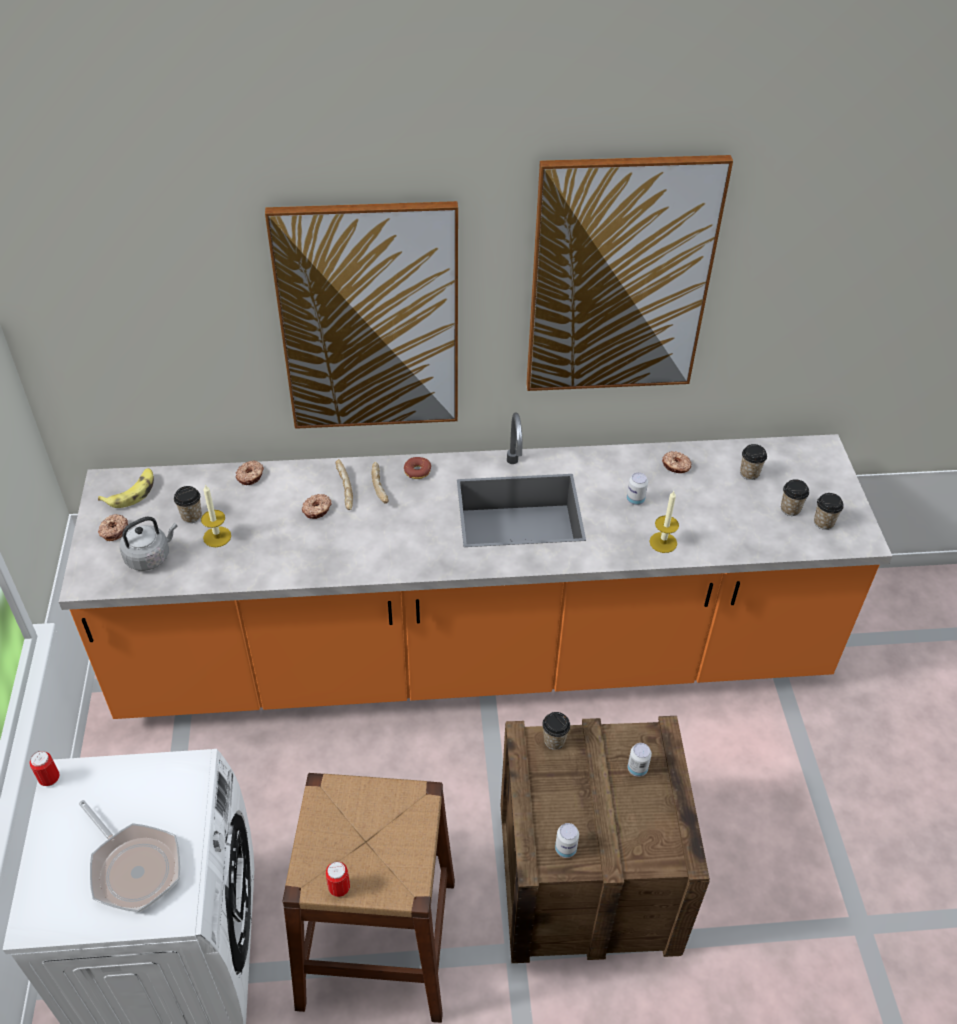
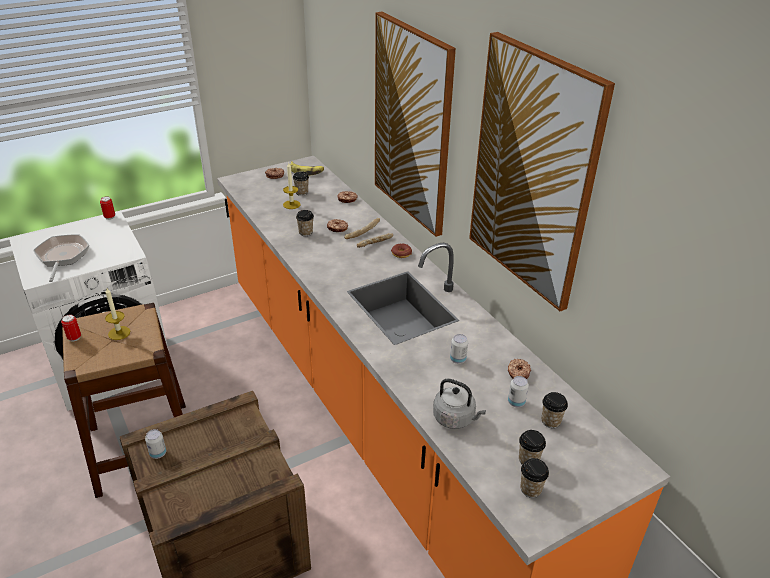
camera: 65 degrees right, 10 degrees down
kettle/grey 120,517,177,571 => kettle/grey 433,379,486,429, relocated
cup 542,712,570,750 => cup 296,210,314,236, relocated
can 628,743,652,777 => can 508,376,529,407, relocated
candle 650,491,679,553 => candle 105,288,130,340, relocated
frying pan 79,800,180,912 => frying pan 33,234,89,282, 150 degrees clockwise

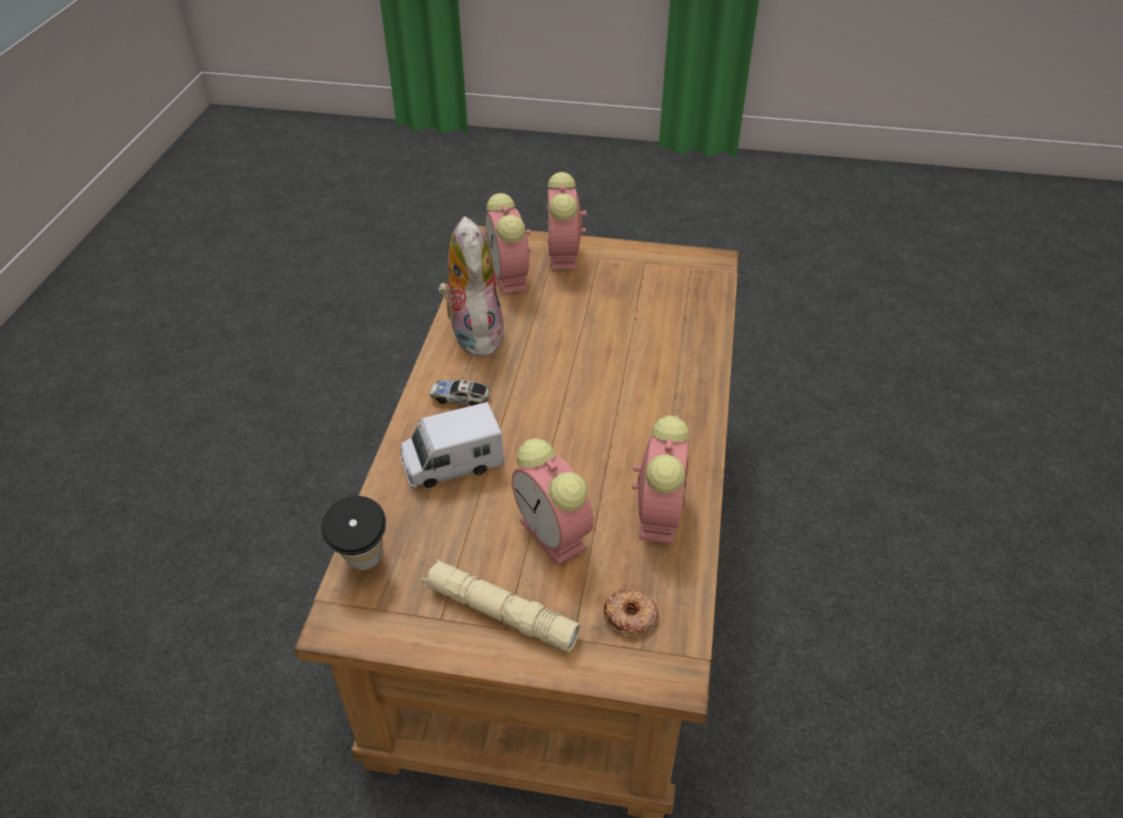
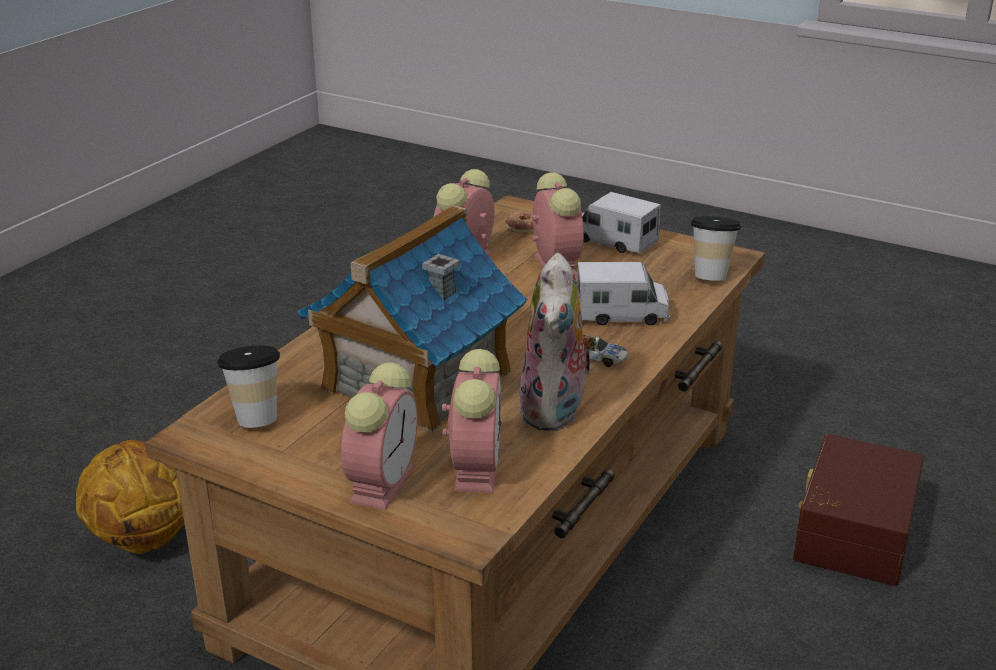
camera: 160 degrees left, 15 degrees down
nothing => basketball 76,440,184,554
nothing => cup 217,345,280,428
nothing => toy house 297,205,527,433
nothing => storage box/brown 793,434,924,586
flashlight/beige 422,559,581,652 => toy truck 582,192,661,255

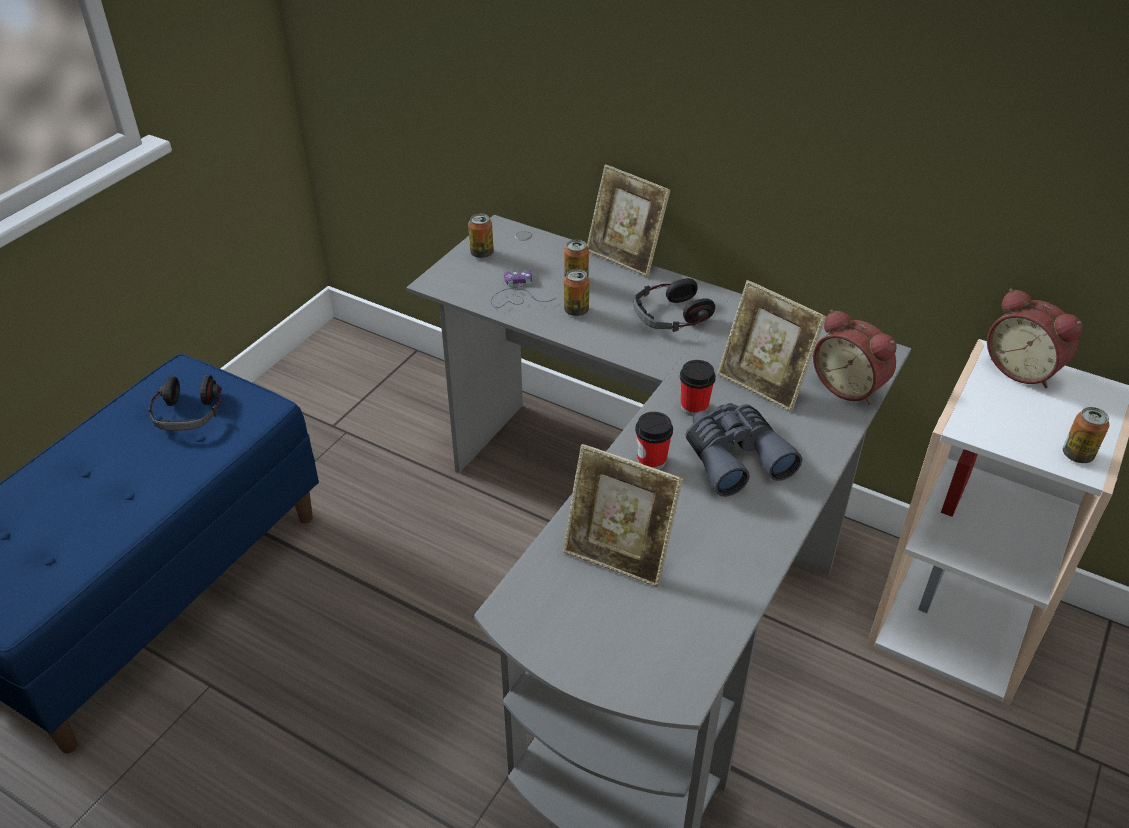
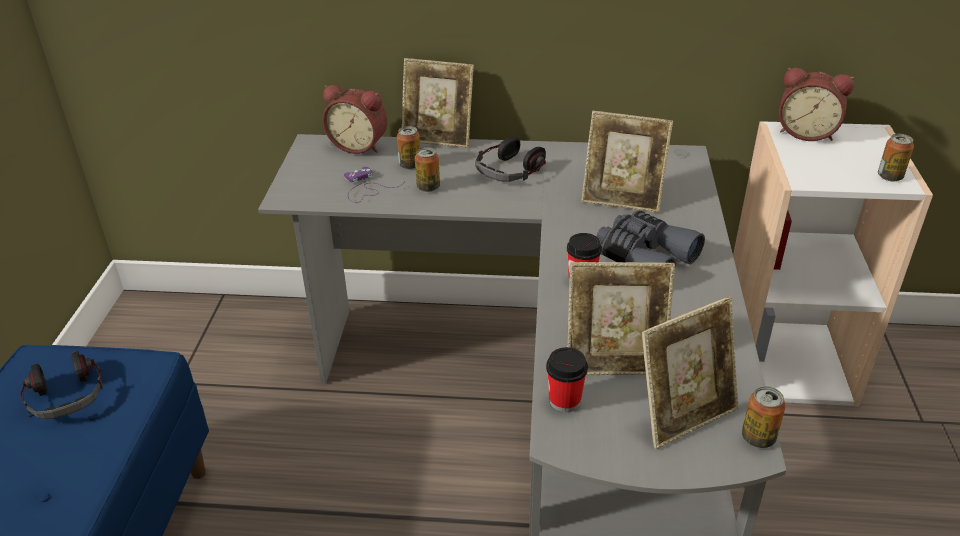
camera: 25 degrees left, 5 degrees down
nothing => picture frame 642,296,739,449
can 468,213,494,258 => can 742,386,786,448, relocated
cup 680,360,716,416 => cup 546,347,588,413, relocated
alarm clock 813,310,897,405 => alarm clock 322,85,387,154, relocated

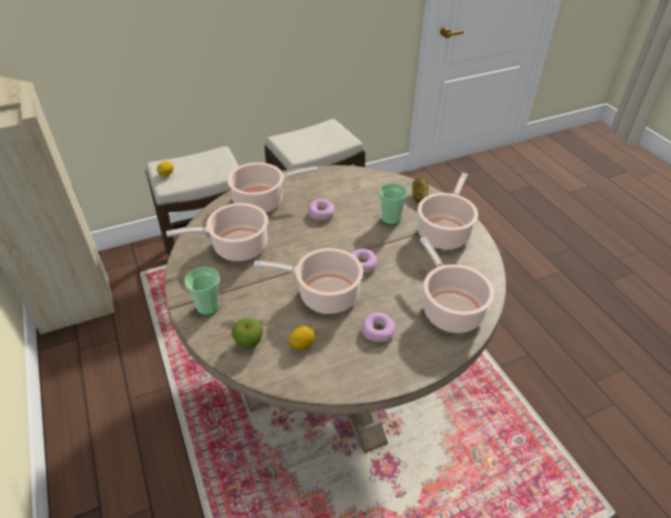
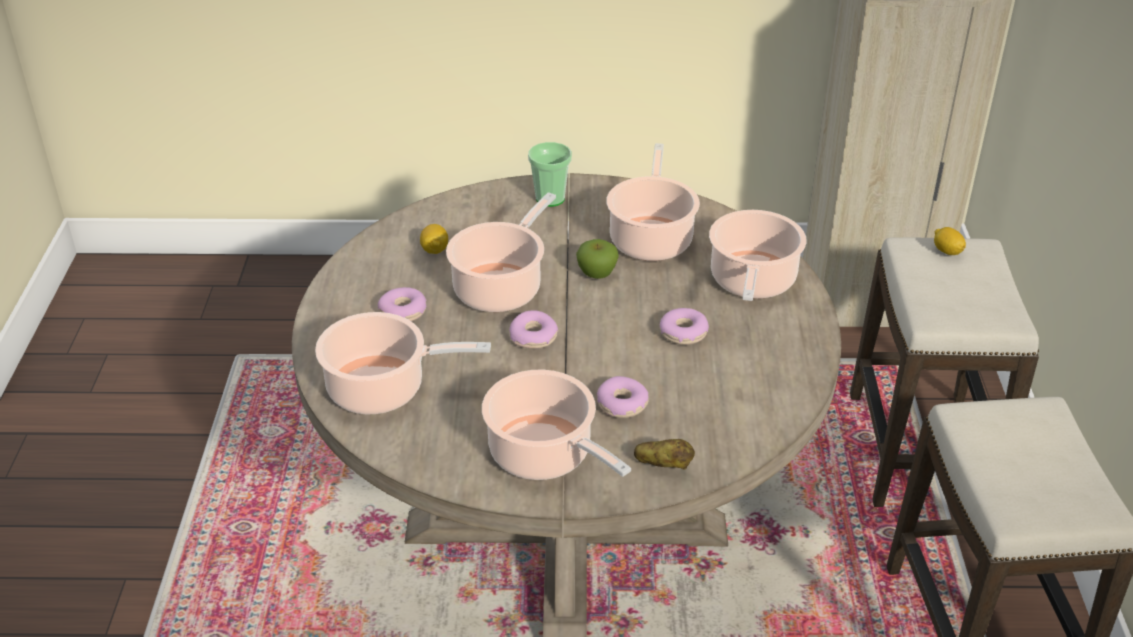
camera: 115 degrees right, 5 degrees down
apple 232,318,263,349 => apple 576,239,619,279, relocated
cup 379,183,408,225 => donut 597,376,649,418

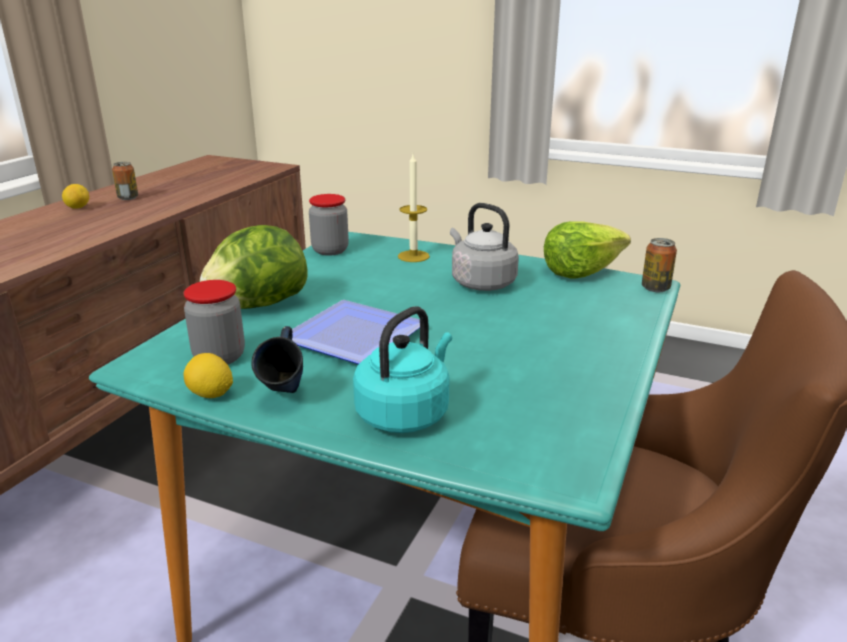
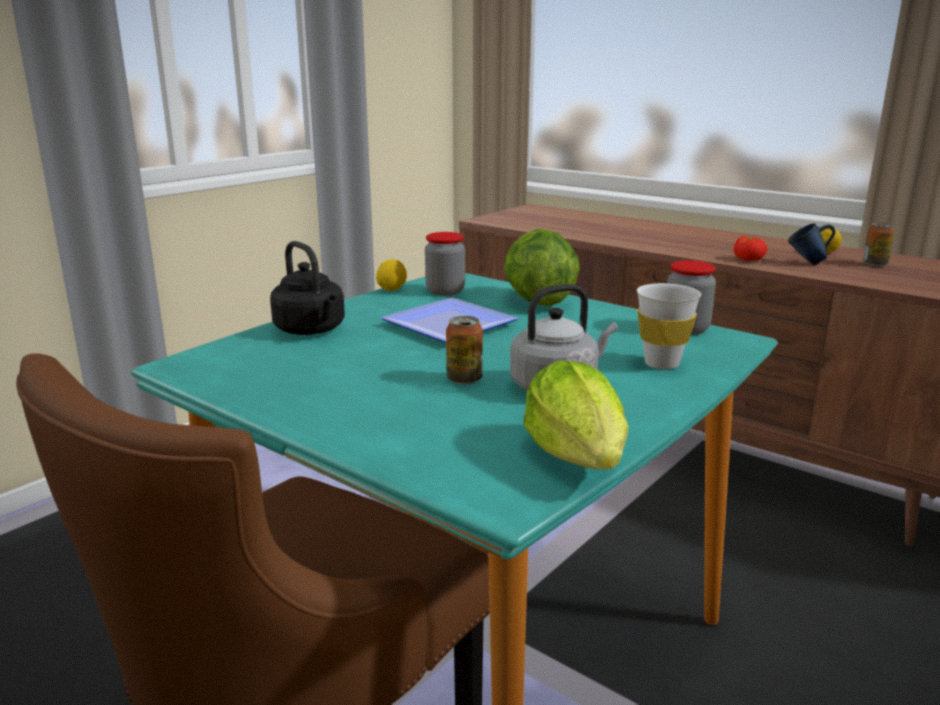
camera: 105 degrees right, 5 degrees down
nothing => tomato 734,236,767,261
mug/blue 251,326,303,393 => mug/blue 788,223,835,265, relocated
can 642,238,677,292 => can 446,316,483,385, relocated
candle 398,154,430,262 => cup/white 637,283,701,370
kettle/turquoise 353,306,452,433 => kettle/black 270,241,345,335

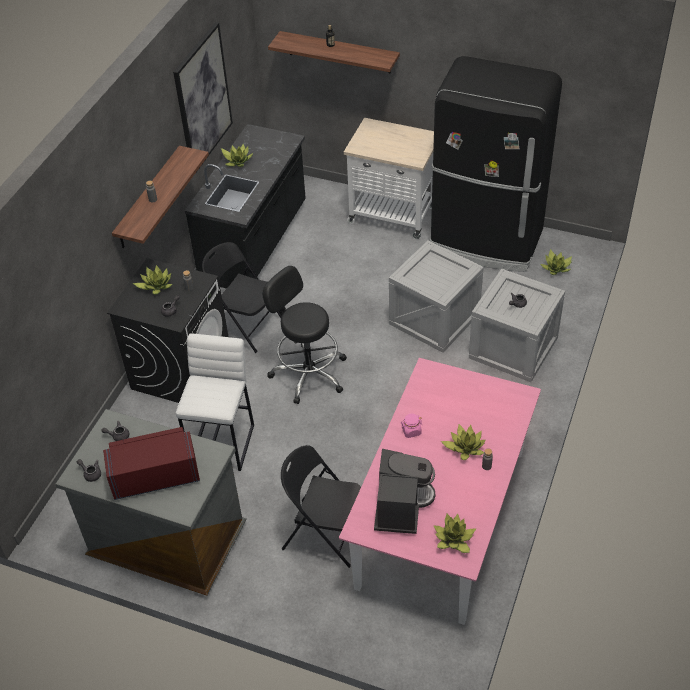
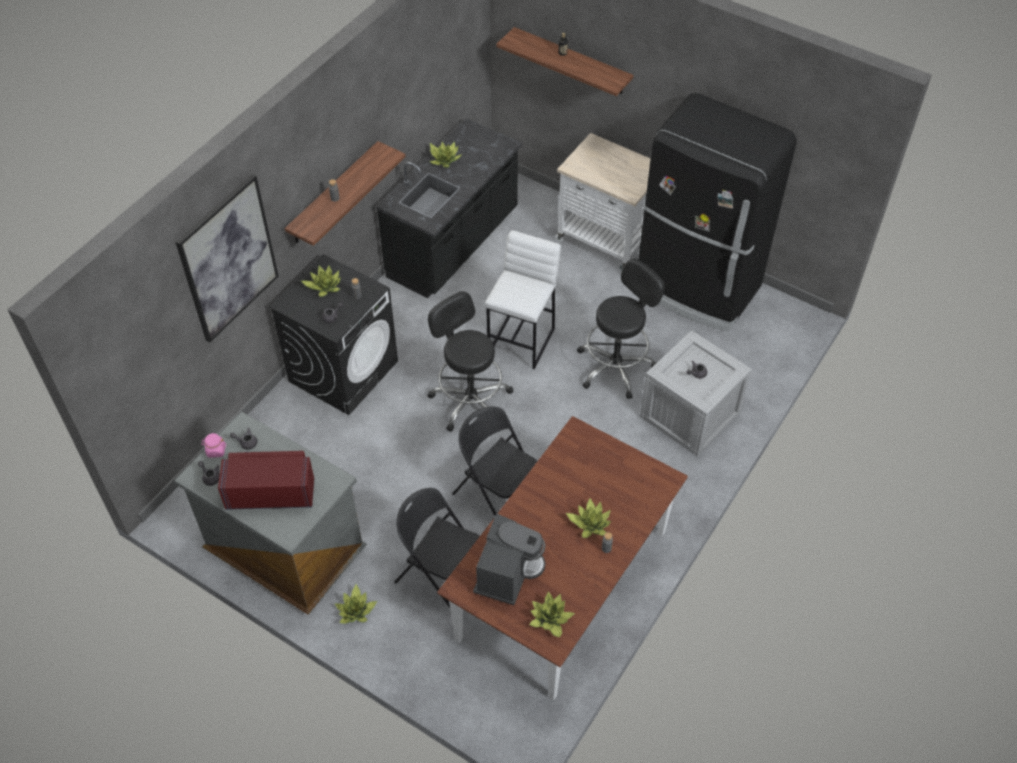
camera: 10 degrees right, 5 degrees up
picture 173,22,233,174 => picture 175,174,279,343, relocated
stool/white 176,333,254,471 => stool/white 485,230,561,369, relocated
chair/black 202,242,282,353 => chair/black 452,407,537,516, relocated
jar/pink 400,414,423,438 => jar/pink 201,433,226,457, relocated
potted plant 541,249,572,275 => potted plant 334,584,377,624, relocated
crate 389,240,484,353 => stool/black 577,259,665,399
dining table/pink 339,358,541,625 => dining table/brown 437,416,688,700

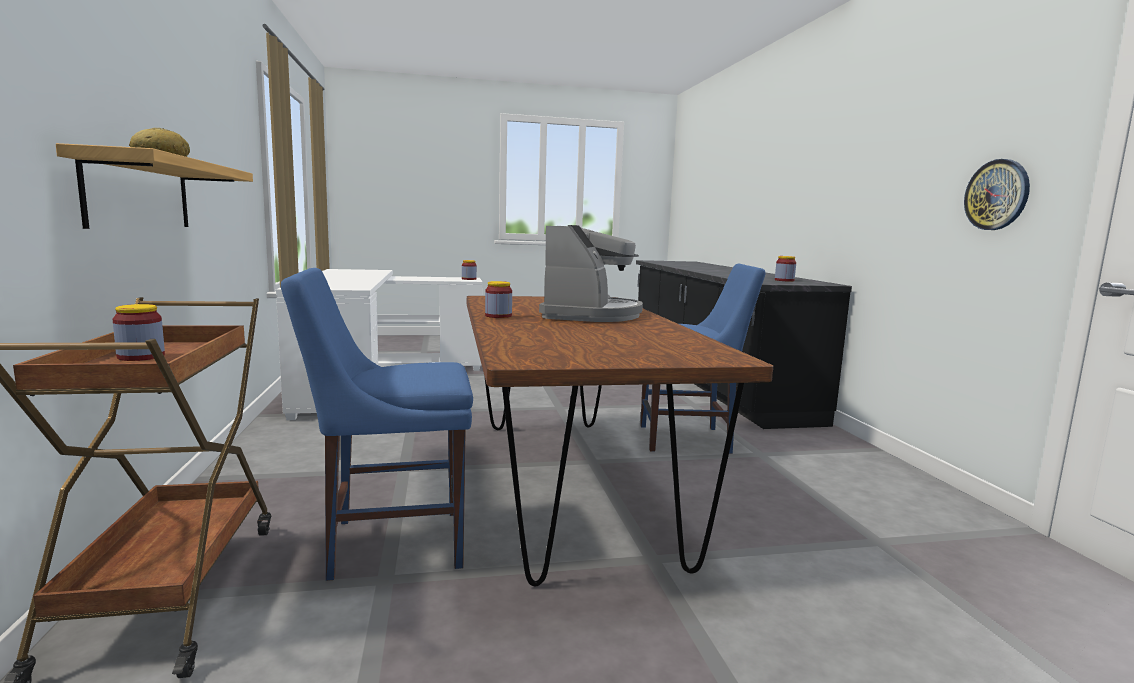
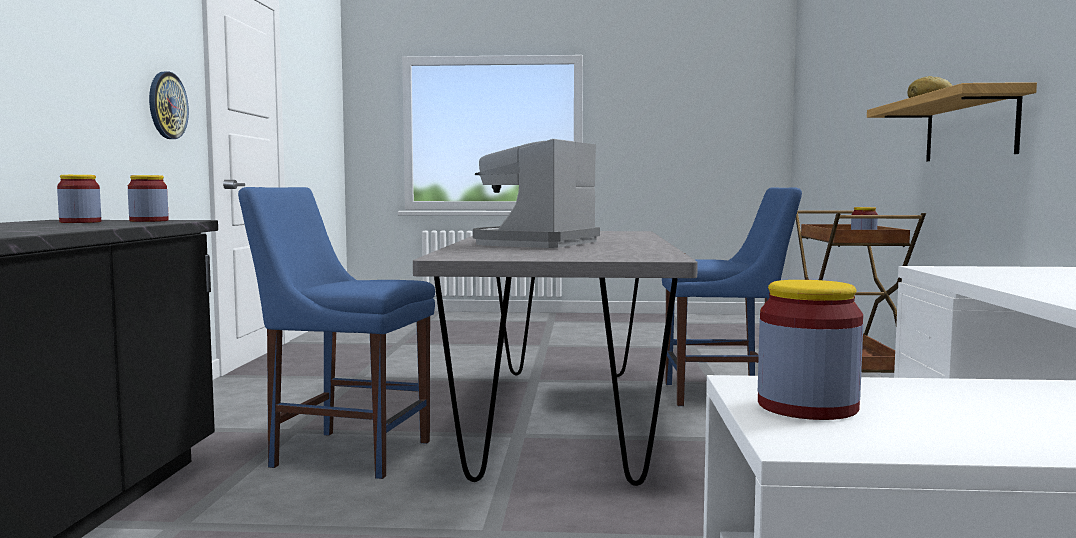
camera: 165 degrees left, 5 degrees down
jar 485,281,512,318 => jar 128,175,169,222, relocated
dining table/brown 467,296,773,587 => dining table/grey 413,231,698,486

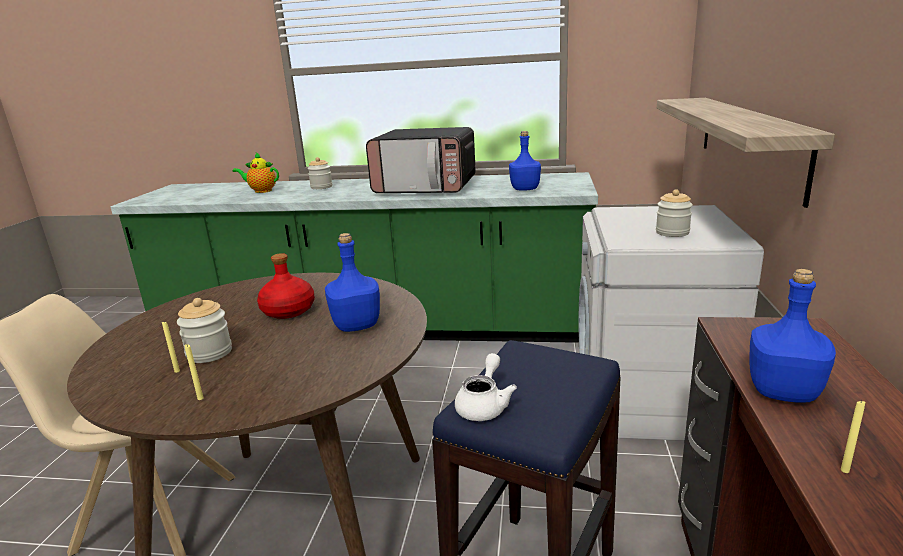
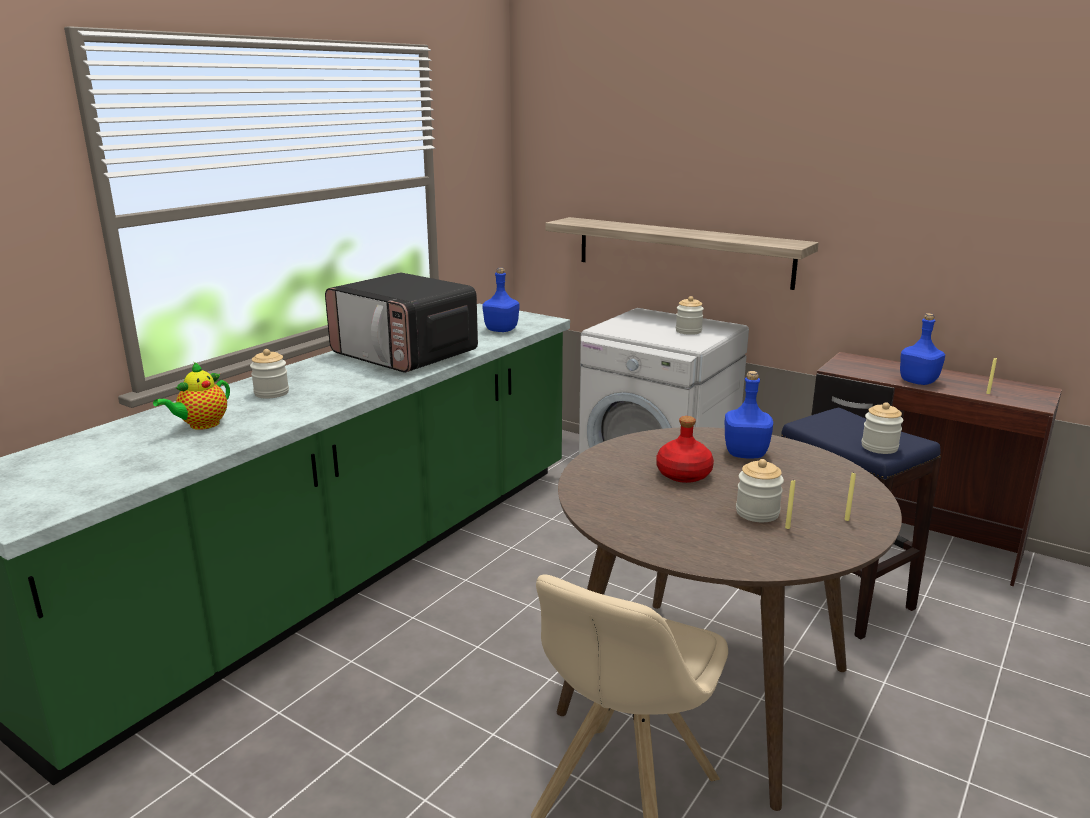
camera: 65 degrees left, 0 degrees up
teapot/white 455,353,517,421 => jar 861,402,903,454
microwave 366,127,476,193 => microwave 325,273,478,373, 90 degrees clockwise

